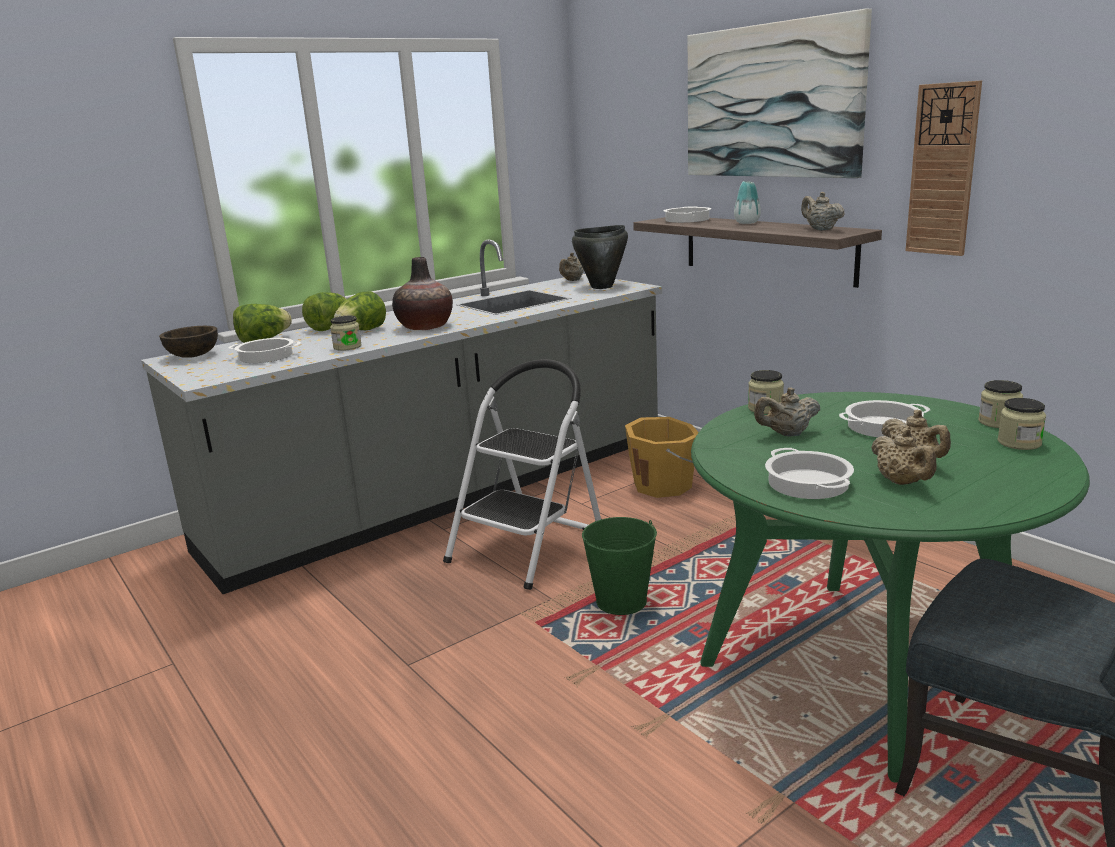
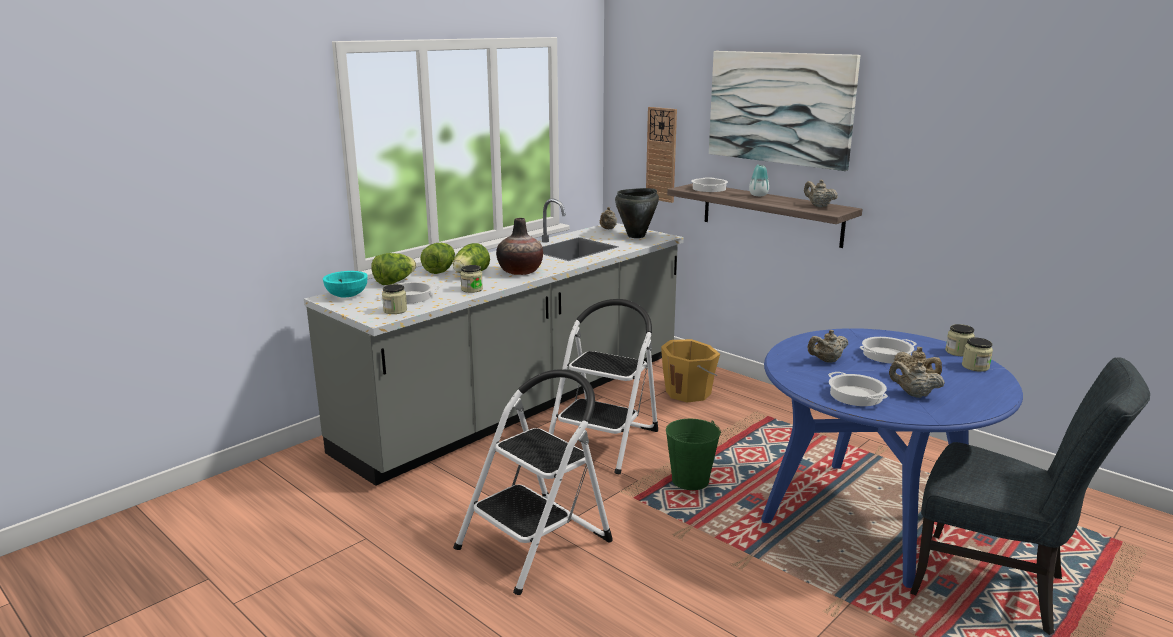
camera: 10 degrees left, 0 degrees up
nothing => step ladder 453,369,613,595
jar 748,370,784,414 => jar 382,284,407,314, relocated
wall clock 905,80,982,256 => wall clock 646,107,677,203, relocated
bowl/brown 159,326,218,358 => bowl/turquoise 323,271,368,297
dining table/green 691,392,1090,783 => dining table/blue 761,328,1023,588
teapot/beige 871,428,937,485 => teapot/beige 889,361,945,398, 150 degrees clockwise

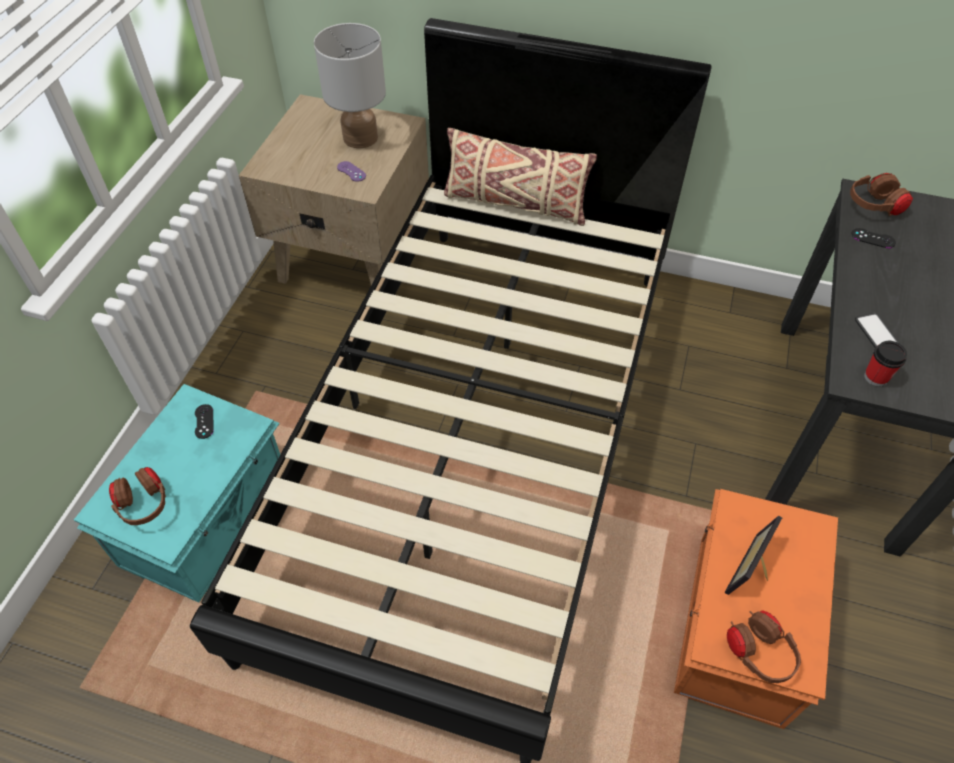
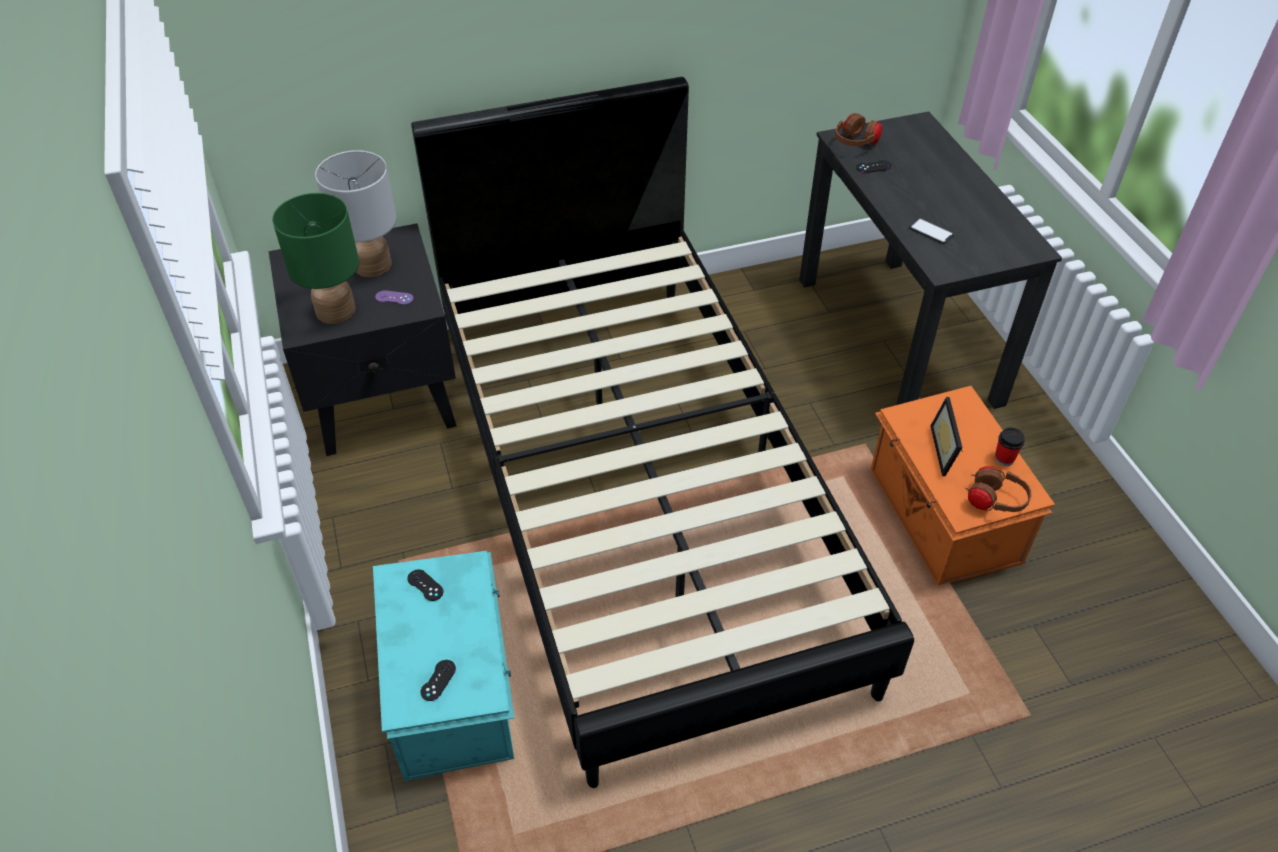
camera: 35 degrees left, 5 degrees down
pillow/beige 444,128,597,226 => nothing
nothing => table lamp/green 272,193,359,324
cup 864,341,907,387 => cup 995,427,1025,466, relocated
headphones/brown 109,467,166,525 => game controller/black 420,660,456,701
nightstand/beige 239,94,429,285 => nightstand/black 269,223,457,456

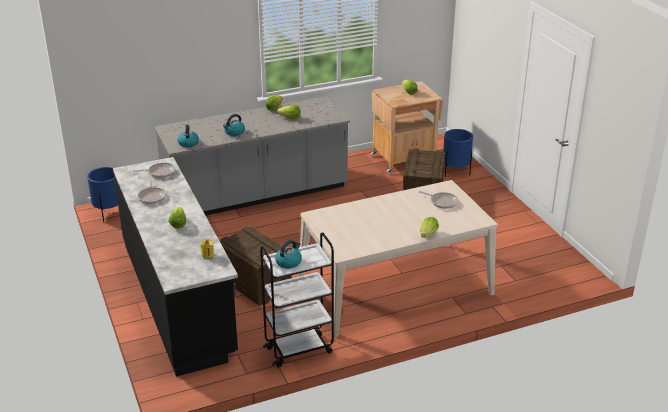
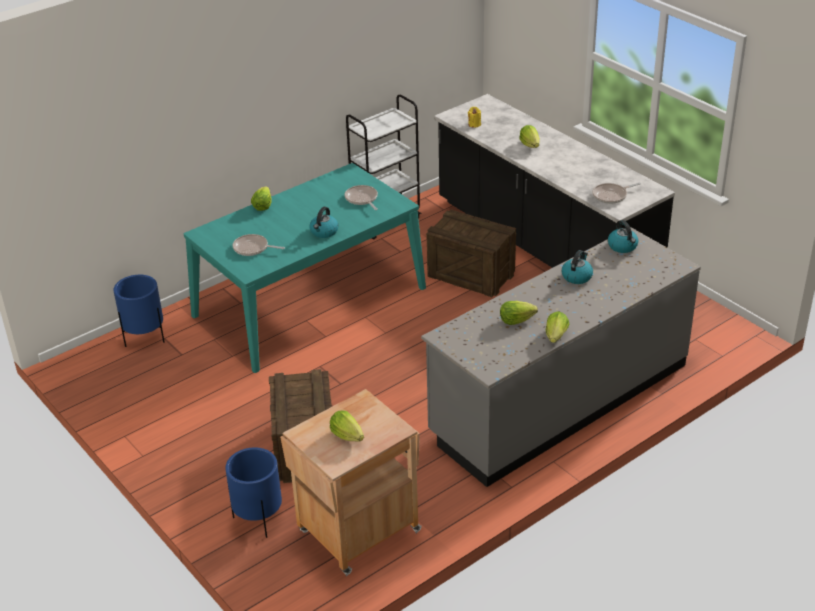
camera: 165 degrees right, 5 degrees up
planter/blue 87,167,118,222 => planter/blue 113,275,165,347, relocated
frying pan 138,180,166,204 => frying pan 344,185,378,210, relocated
kettle 275,240,302,269 => kettle 310,207,338,238, relocated
dining table/beige 298,180,498,337 => dining table/turquoise 184,163,426,373

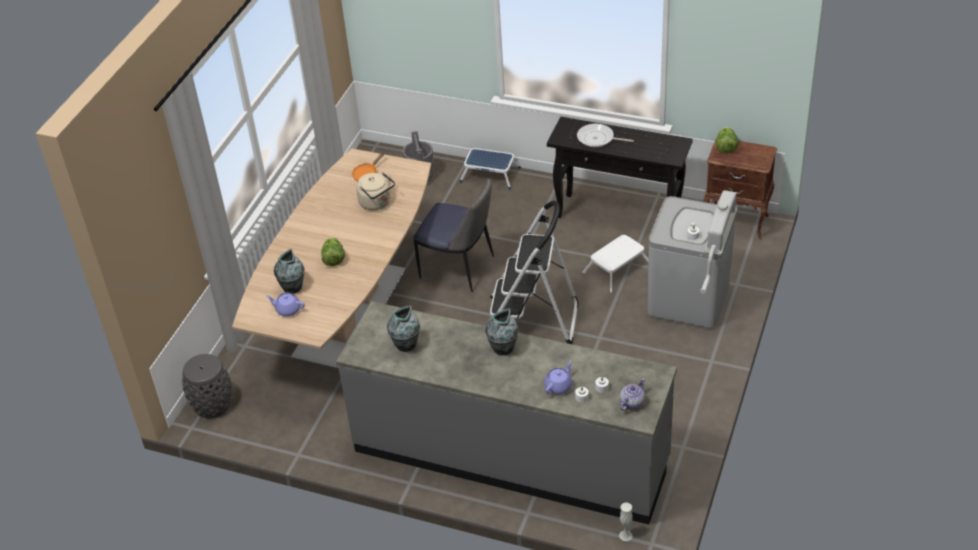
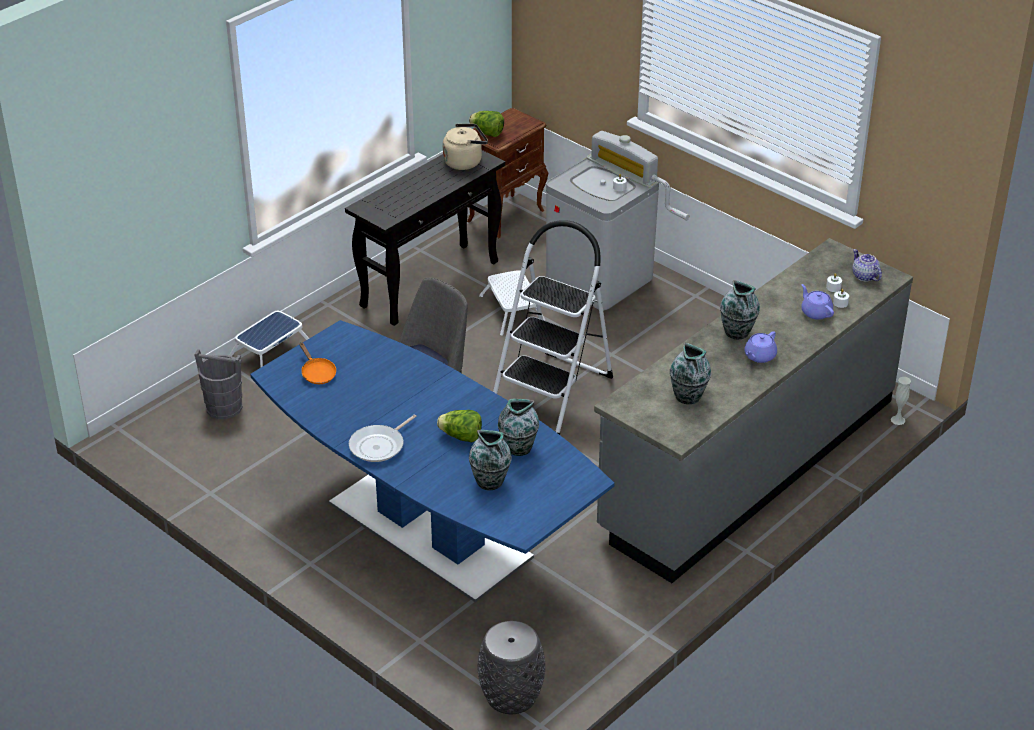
camera: 70 degrees left, 5 degrees down
nothing => vase 498,399,539,456
teapot/purple 266,293,305,316 => teapot/purple 745,331,777,363, relocated
kettle/beige 356,172,395,210 => kettle/beige 443,124,488,170, relocated
frying pan 577,124,634,147 => frying pan 349,414,416,462, relocated
dining table/brown 232,149,431,370 => dining table/blue 250,320,614,603

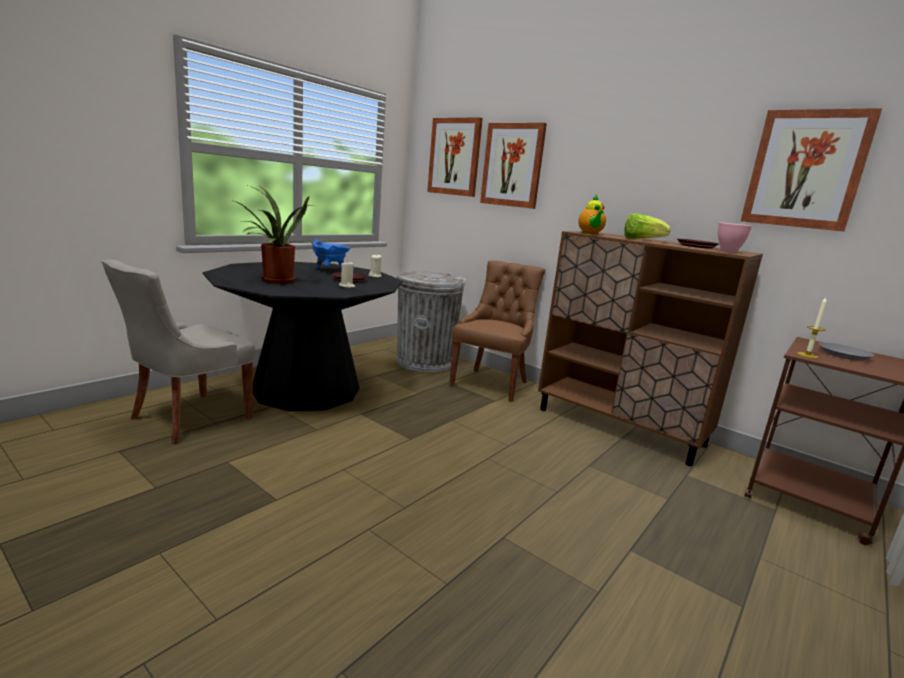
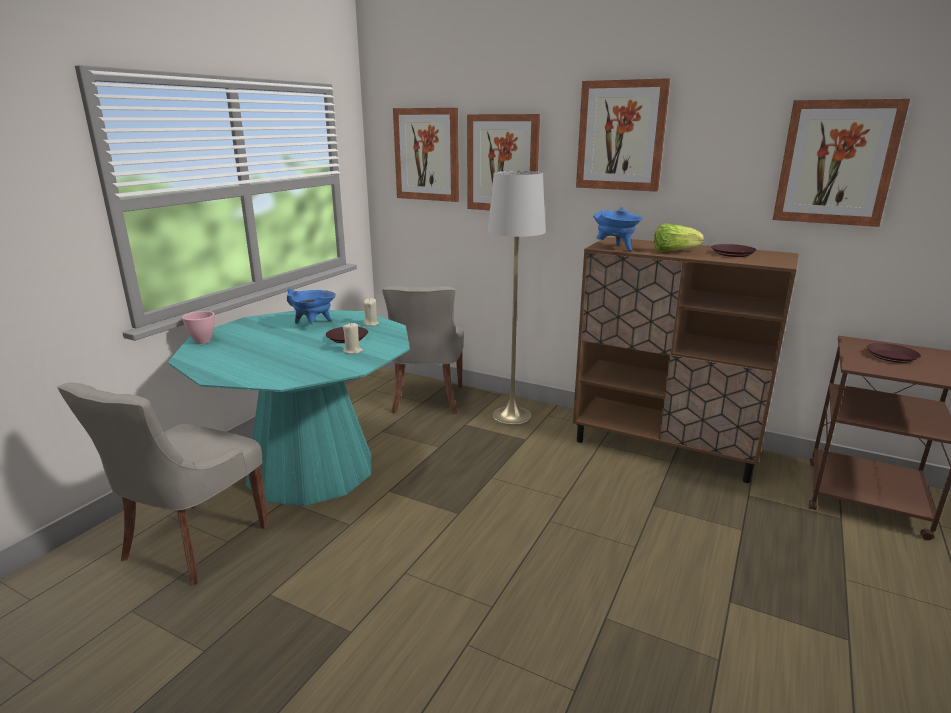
camera: 10 degrees left, 5 degrees up
potted plant 234,185,314,283 => nothing
candle 797,298,827,359 => nothing
nothing => picture 576,78,670,192
bowl/pink 718,222,752,253 => bowl/pink 182,311,215,344, relocated
trash can/grey 396,271,466,372 => chair/grey 382,286,464,414
chair/brown 449,260,545,402 => floor lamp/grey 488,170,546,426
teapot 578,194,606,235 => cooking pot/blue 593,207,643,251
dining table/black 203,262,403,411 => dining table/turquoise 168,310,410,506
plate/grey 819,343,874,361 => plate/brown 867,343,921,363

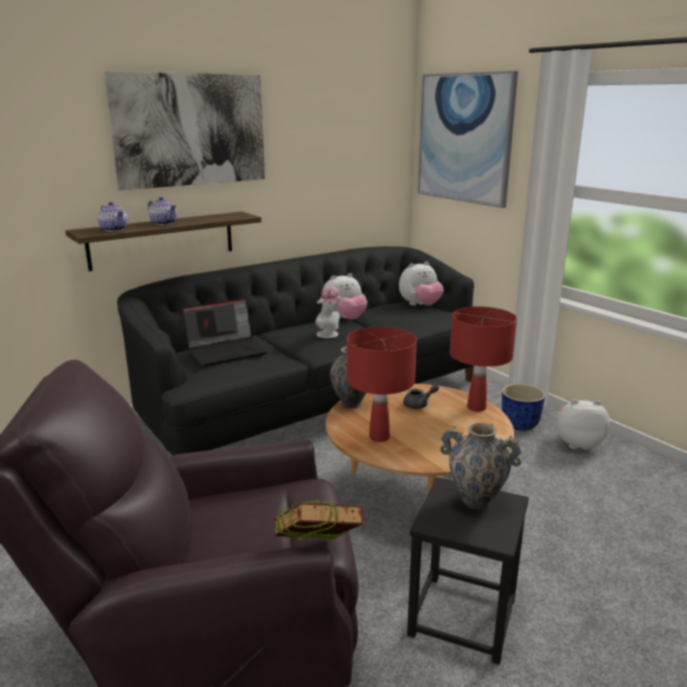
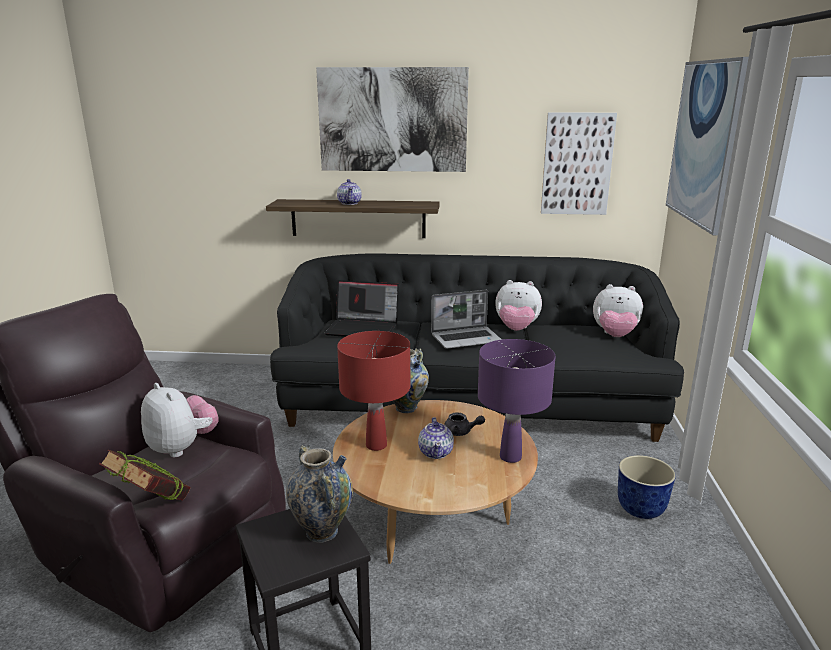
camera: 40 degrees right, 0 degrees up
nothing => picture 541,112,617,215
teapot 98,202,128,232 => teapot 418,417,454,459, relocated
plush toy 557,399,610,450 => plush toy 141,383,219,457, relocated
hat 315,287,345,338 => laptop 431,290,502,349
table lamp/red 450,307,517,412 => table lamp/purple 478,339,556,463

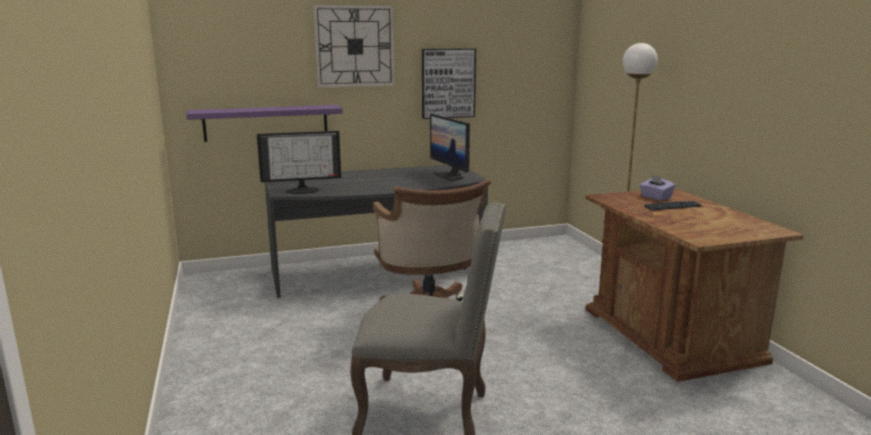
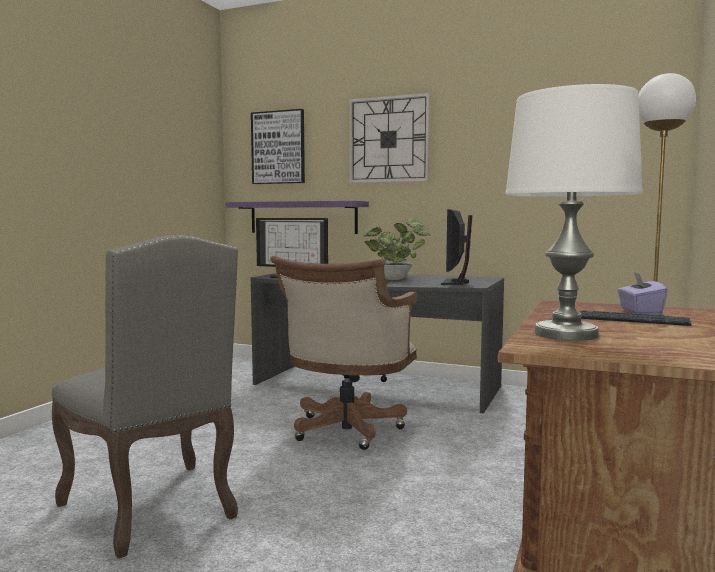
camera: 40 degrees right, 10 degrees down
nothing => potted plant 363,218,430,280
nothing => table lamp/white 505,84,643,341
picture 422,48,476,119 => picture 251,109,305,184, relocated

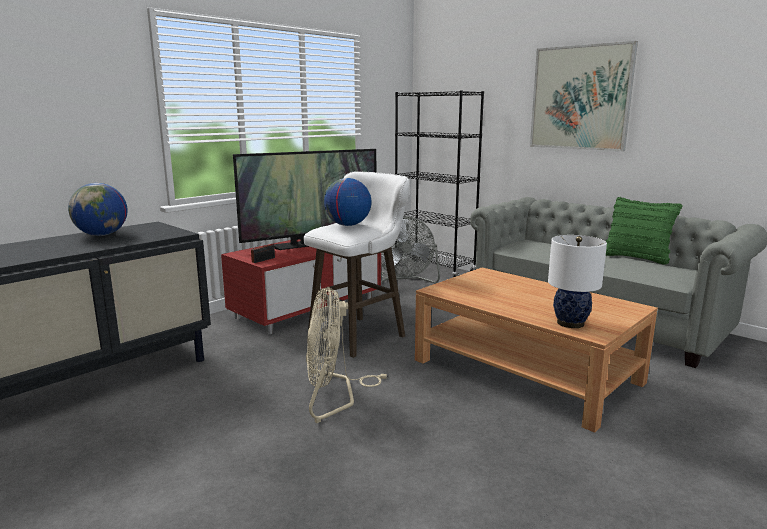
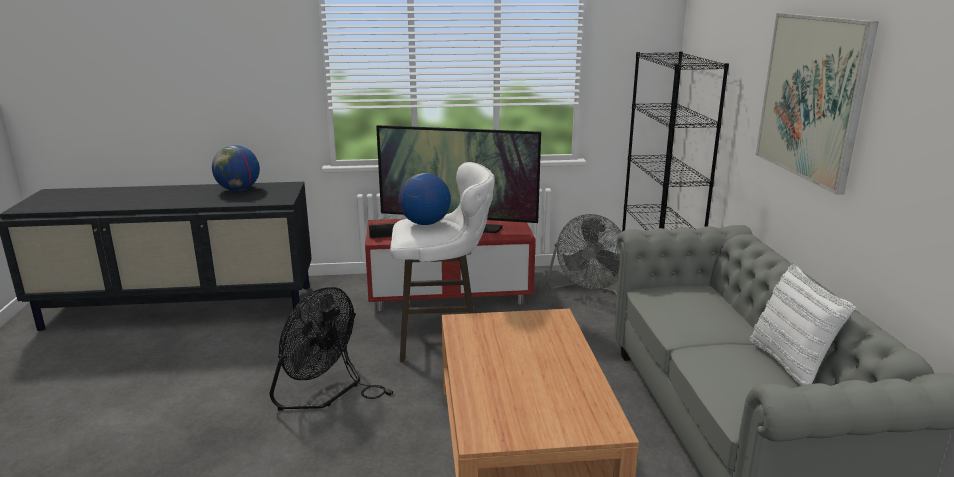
camera: 40 degrees right, 5 degrees up
table lamp/white 548,235,607,328 => nothing
fan/beige 306,287,389,423 => fan/black 270,287,393,411
pillow/green 606,197,683,265 => pillow/white 750,264,856,386

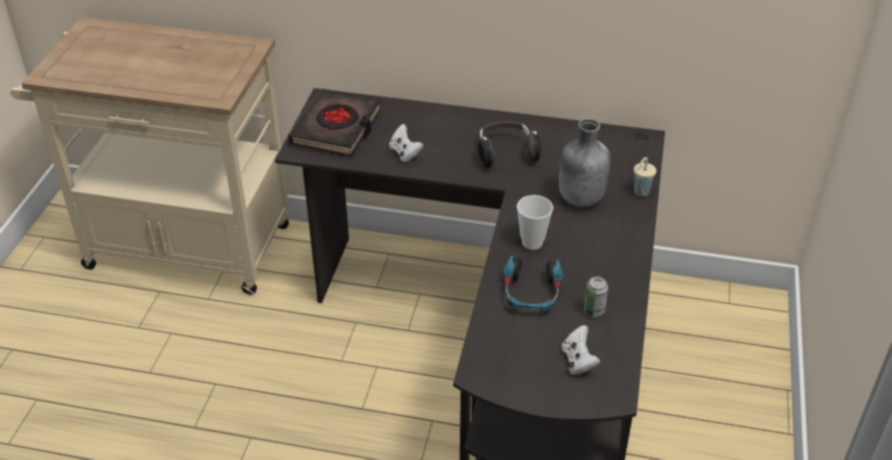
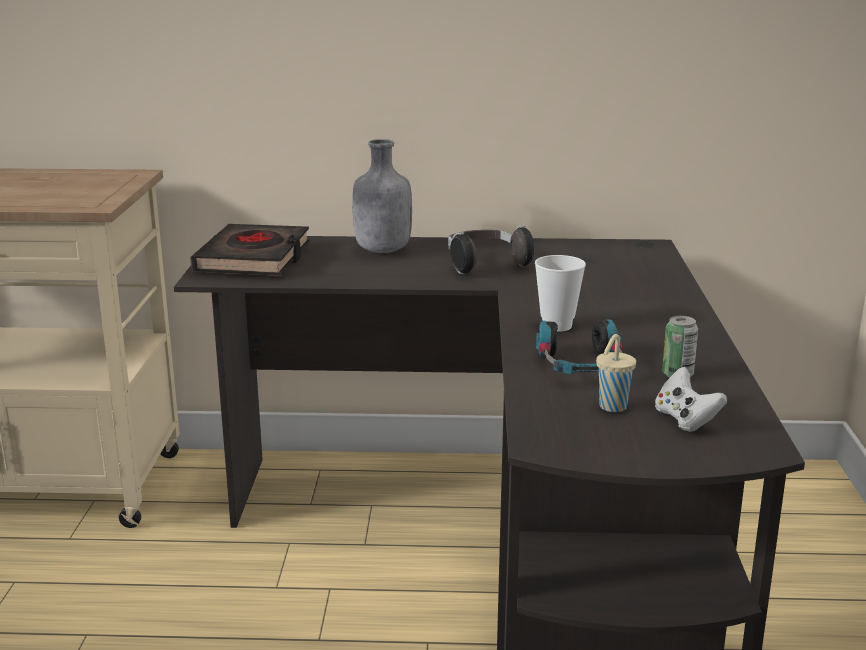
camera: 10 degrees left, 20 degrees down
game controller/white 389,124,423,162 => nothing
bottle/grey 559,119,610,207 => bottle/grey 352,139,412,253, relocated
cup/beige 634,157,657,197 => cup/beige 596,334,636,412, relocated

